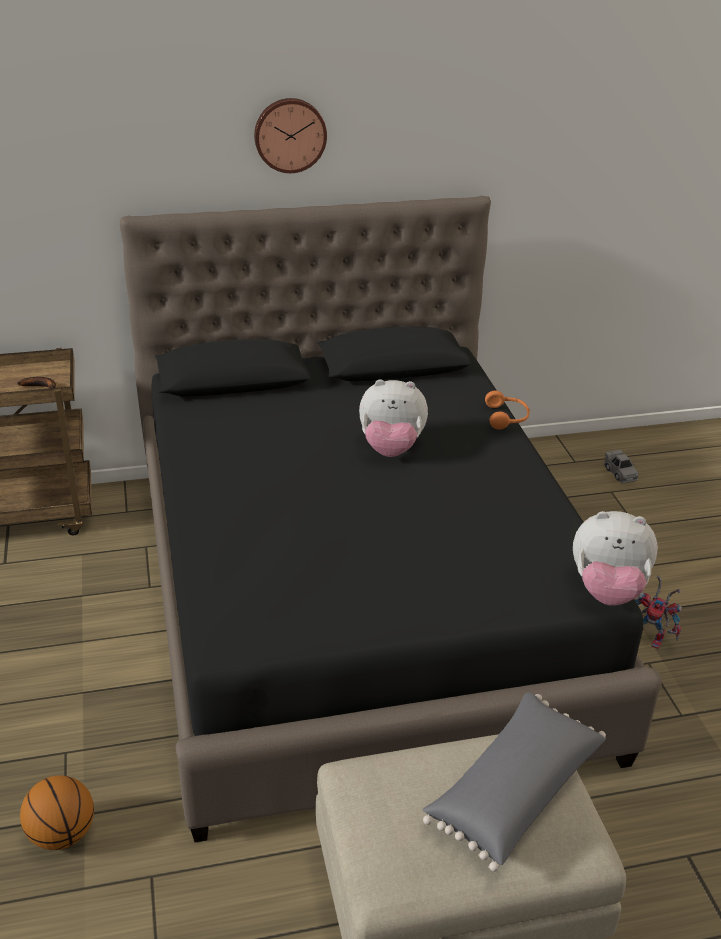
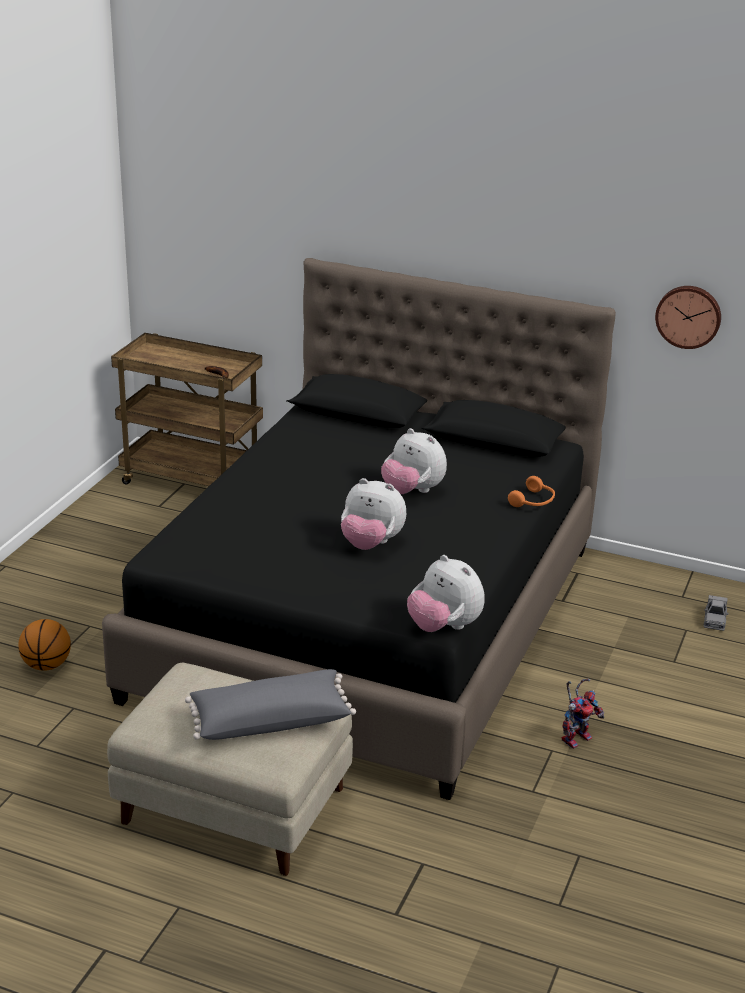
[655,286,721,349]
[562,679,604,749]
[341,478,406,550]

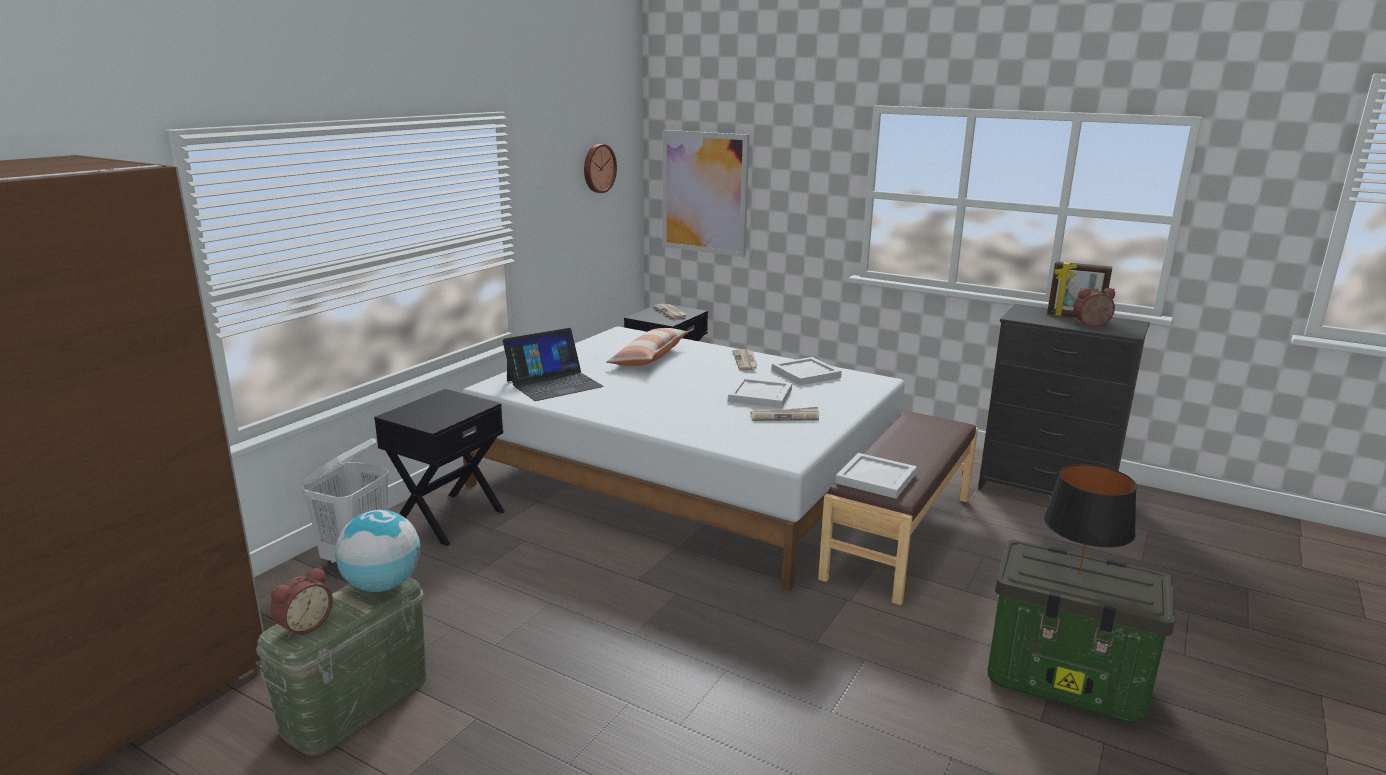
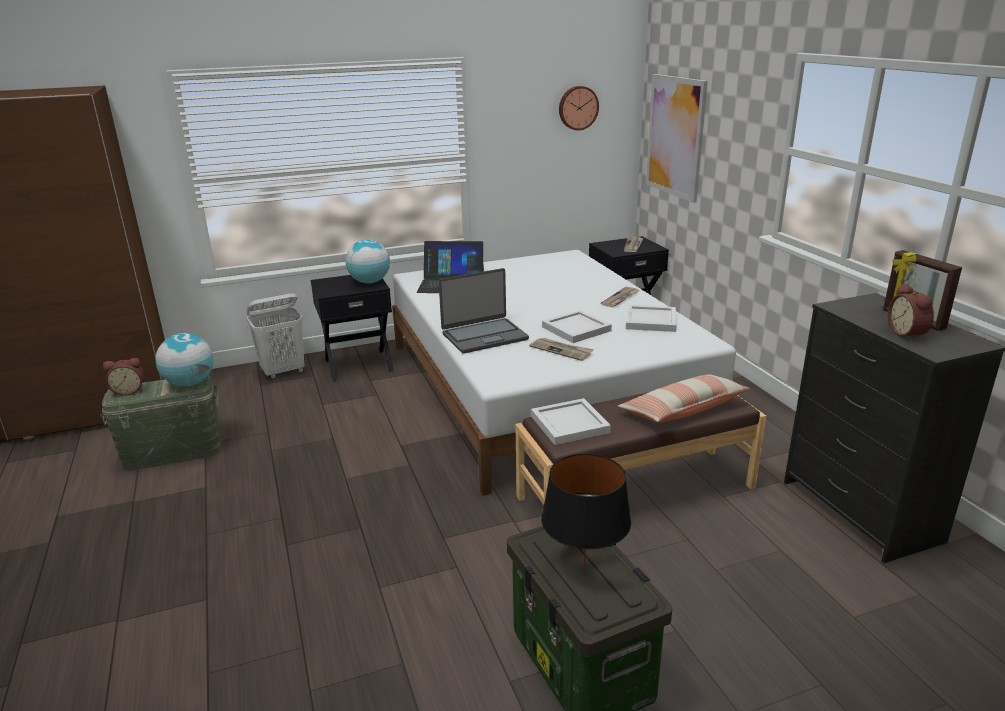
[618,374,750,423]
[888,284,934,341]
[346,239,390,284]
[439,268,529,354]

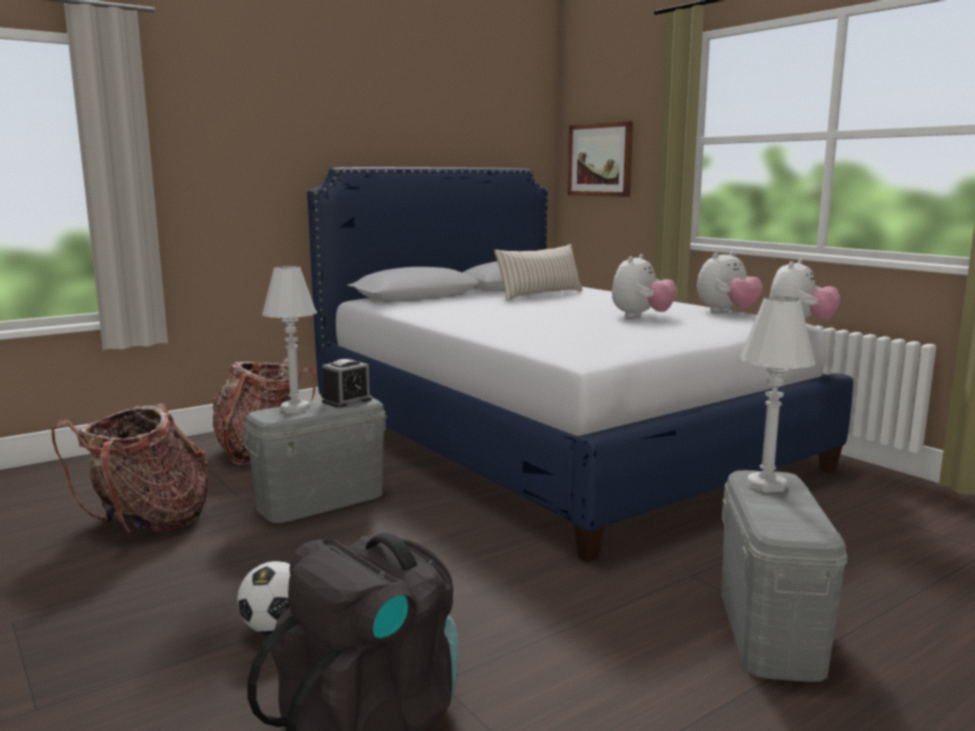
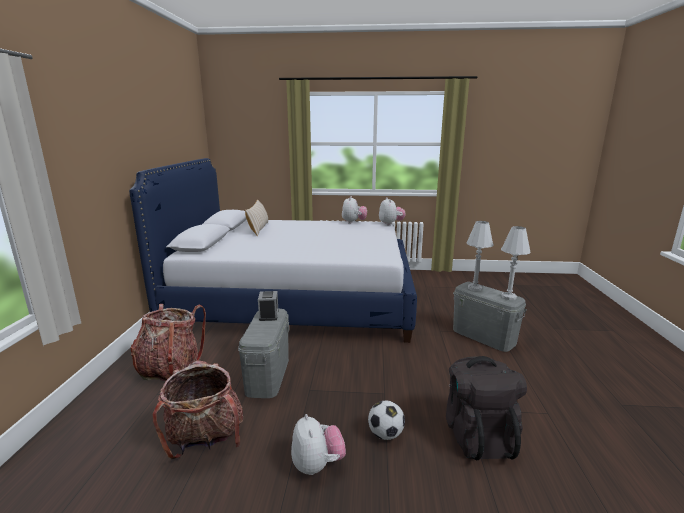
[501,226,530,300]
[568,121,633,197] (first image)
[291,414,346,475]

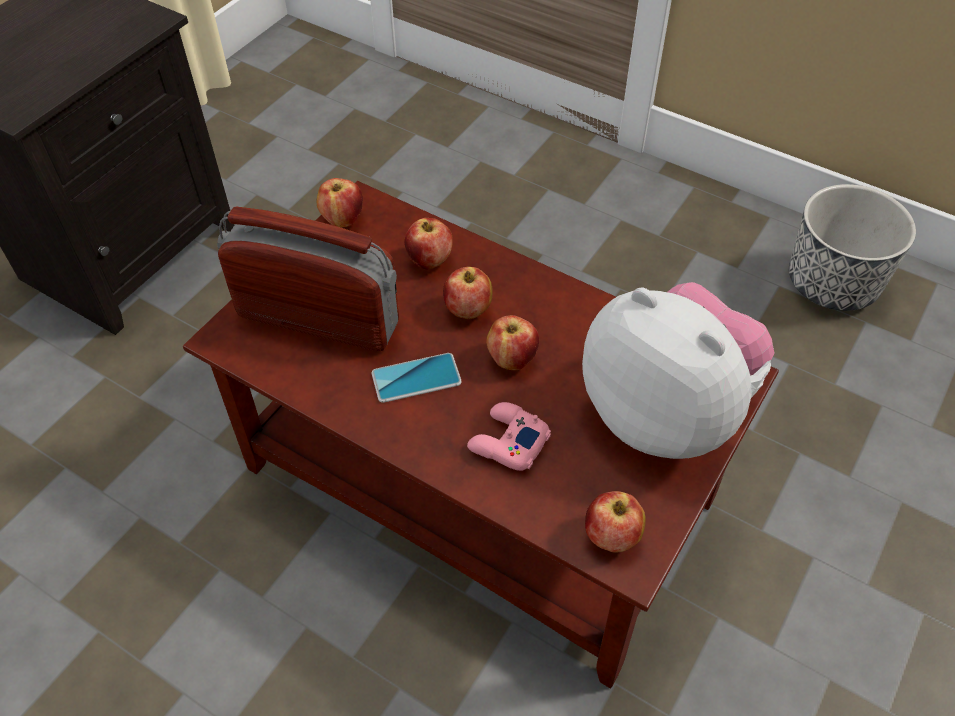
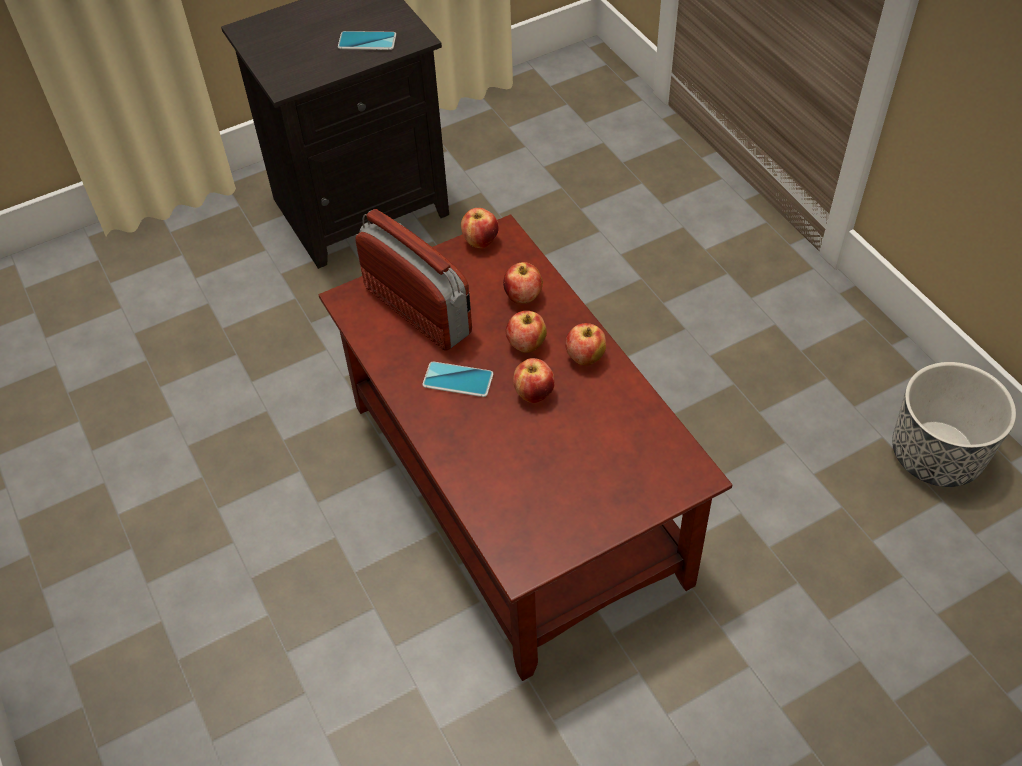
[467,402,551,471] (first image)
[582,282,775,459] (first image)
[565,323,606,366]
[338,31,396,50]

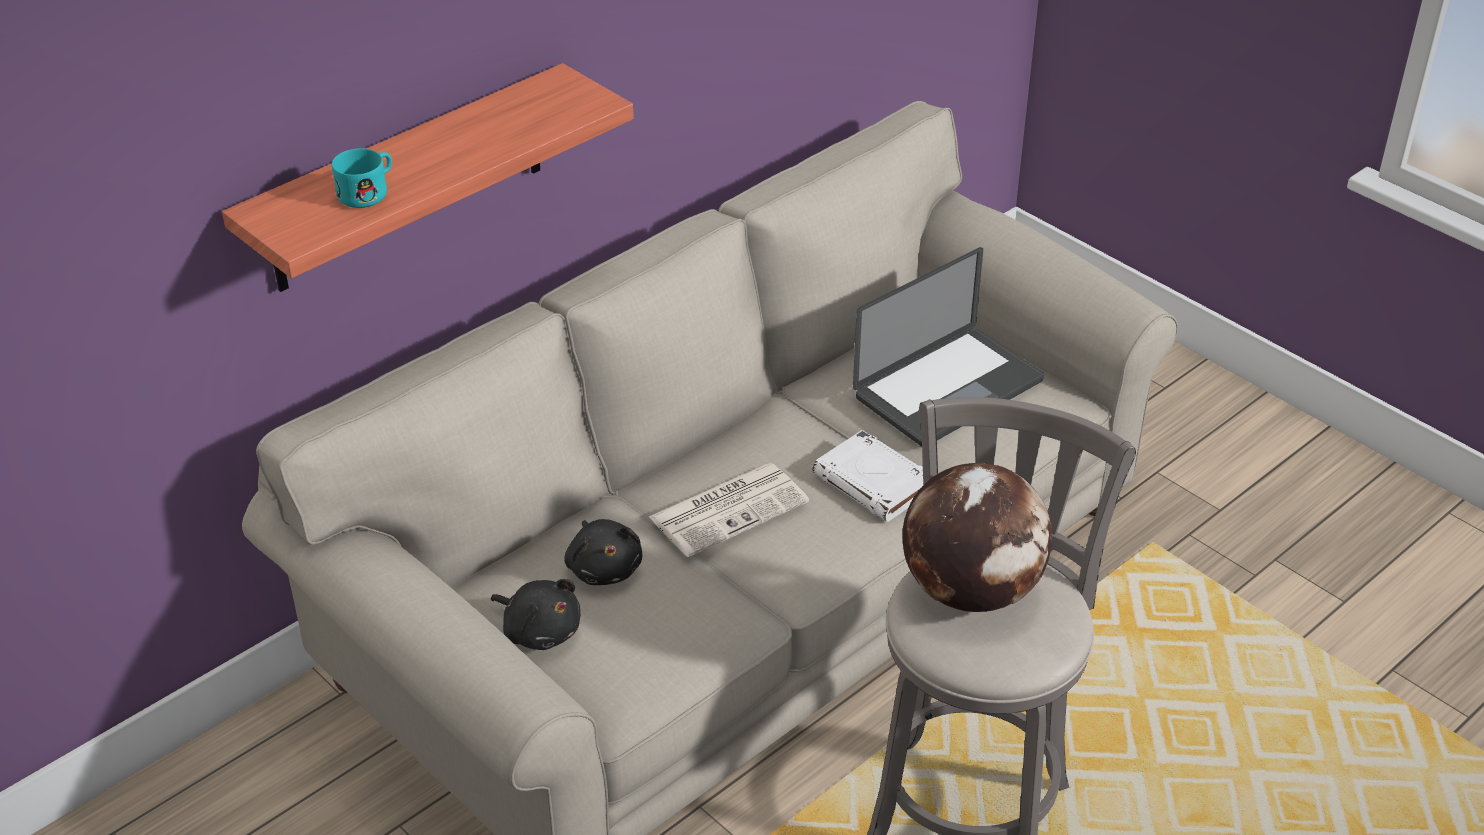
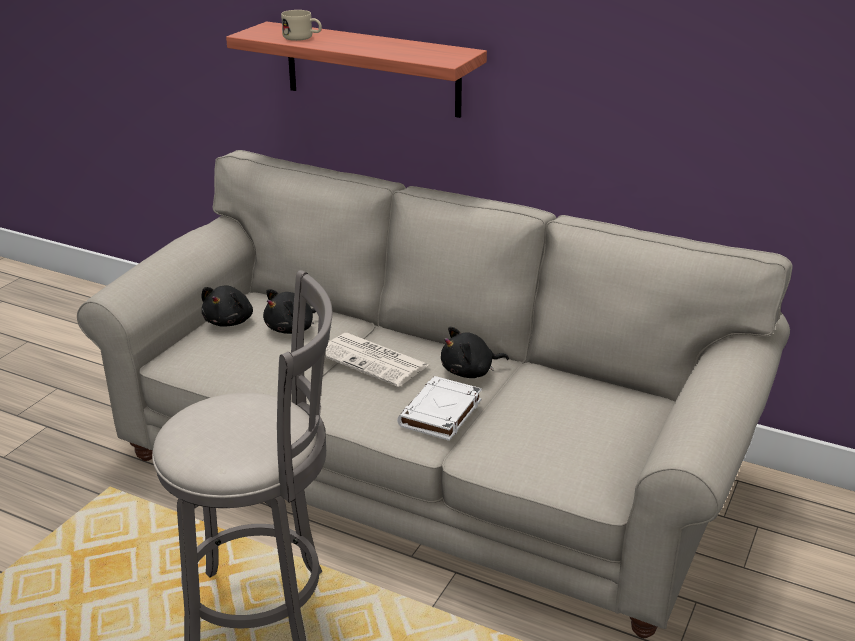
[281,10,322,41]
[853,247,1044,446] (first image)
[902,463,1052,612] (first image)
[441,327,509,378]

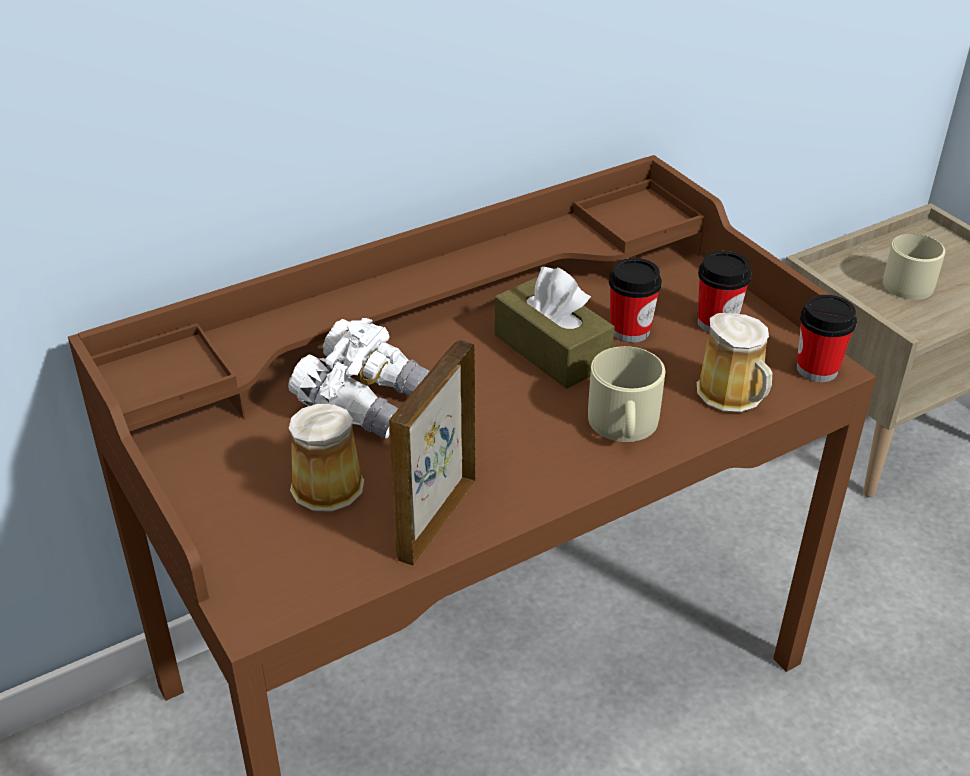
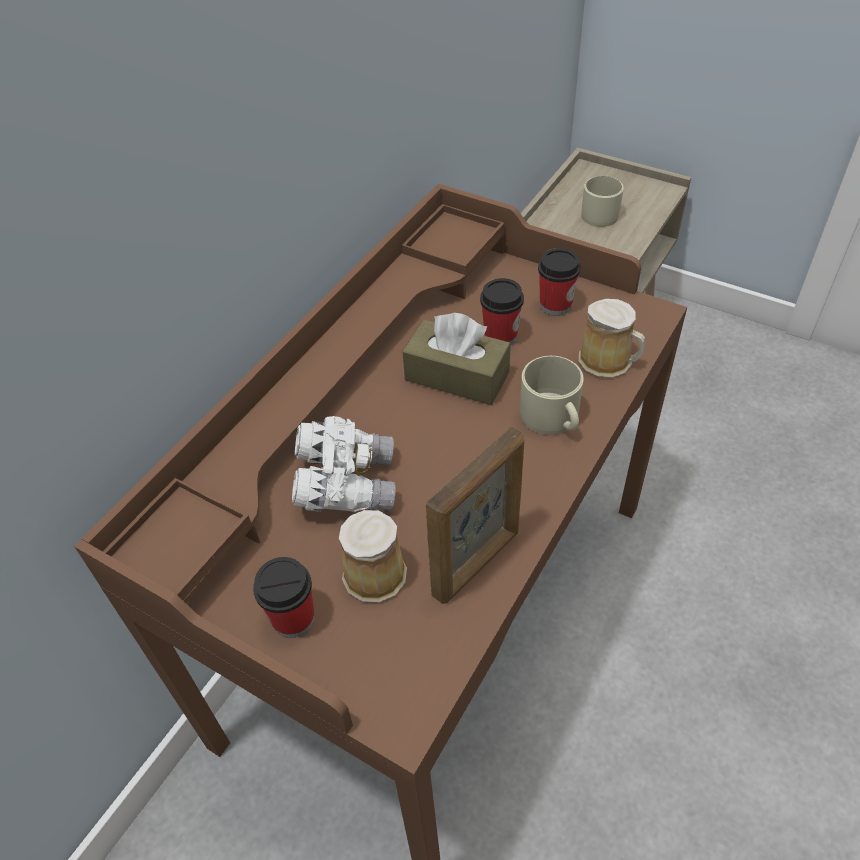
[426,426,524,604]
[253,557,314,638]

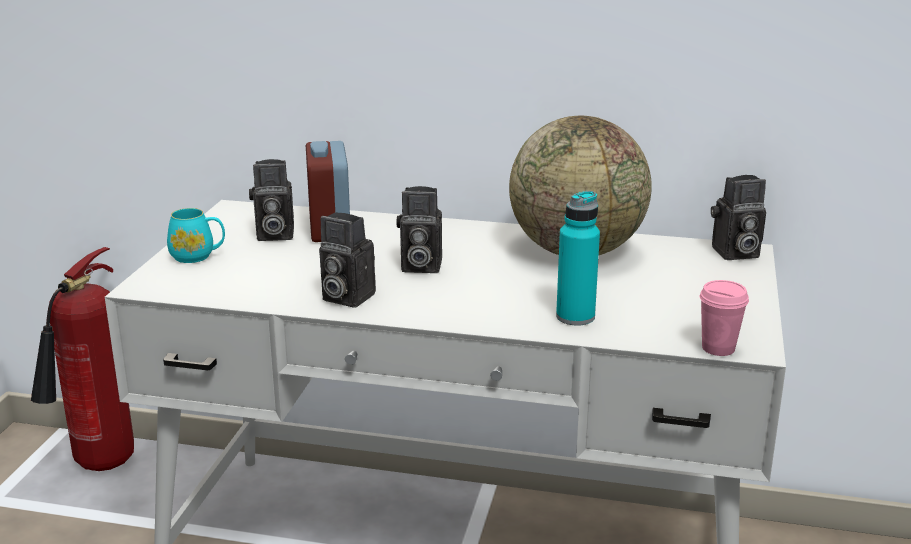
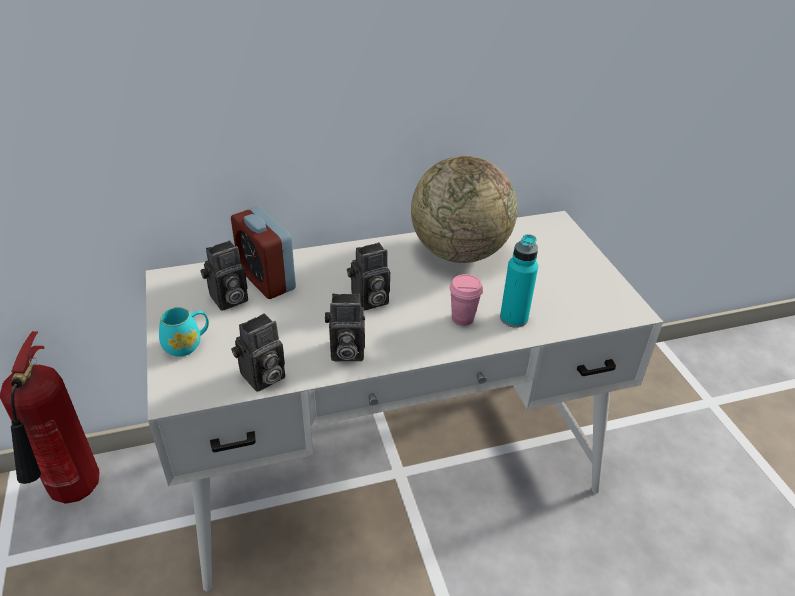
[450,274,483,326]
[231,313,285,392]

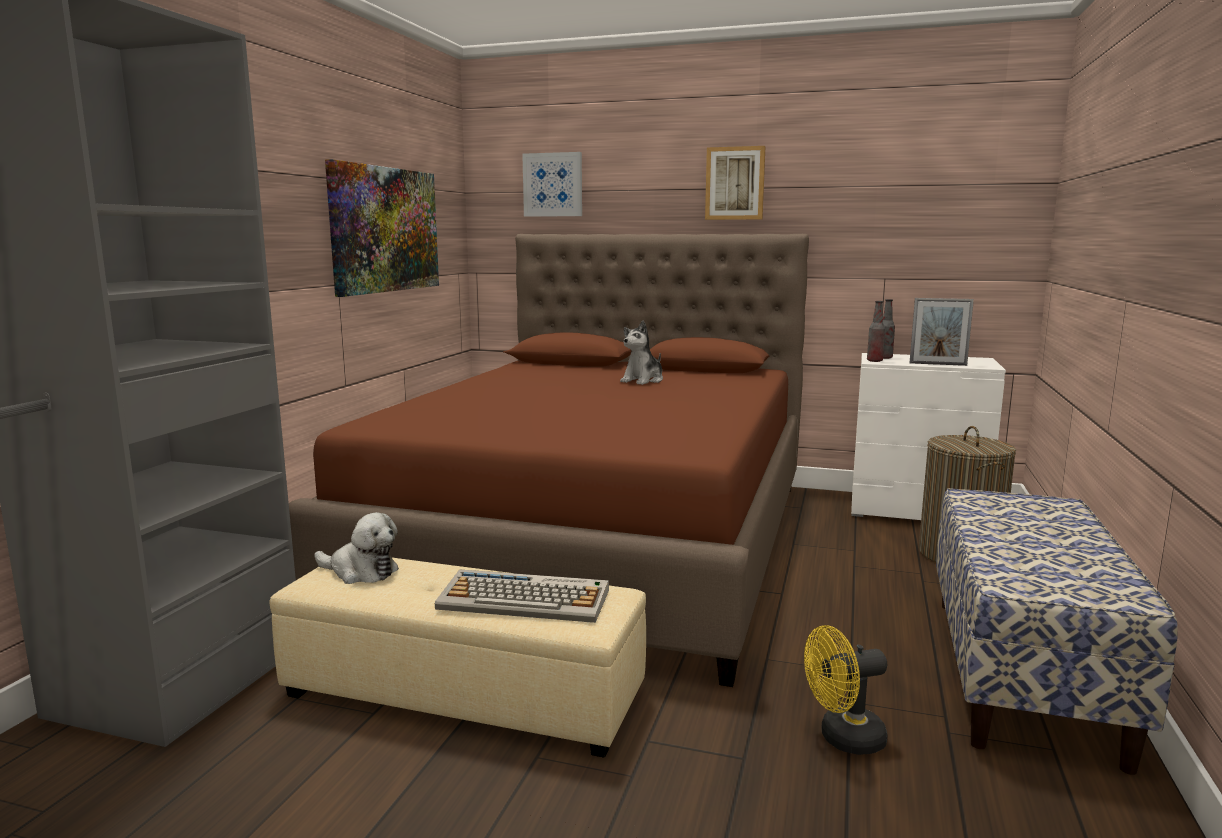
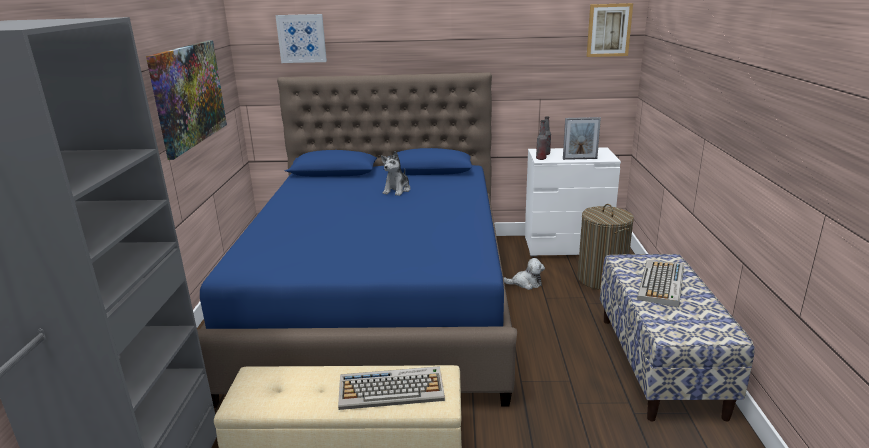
[197,72,517,408]
[504,258,545,290]
[587,3,633,57]
[804,625,888,755] (first image)
[637,260,684,307]

